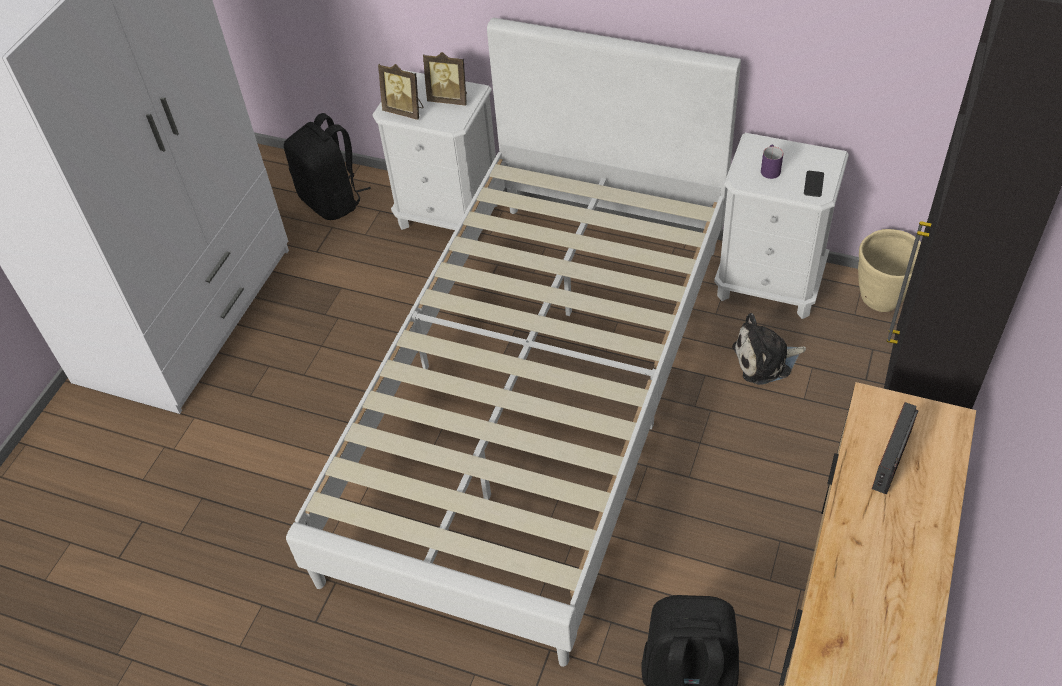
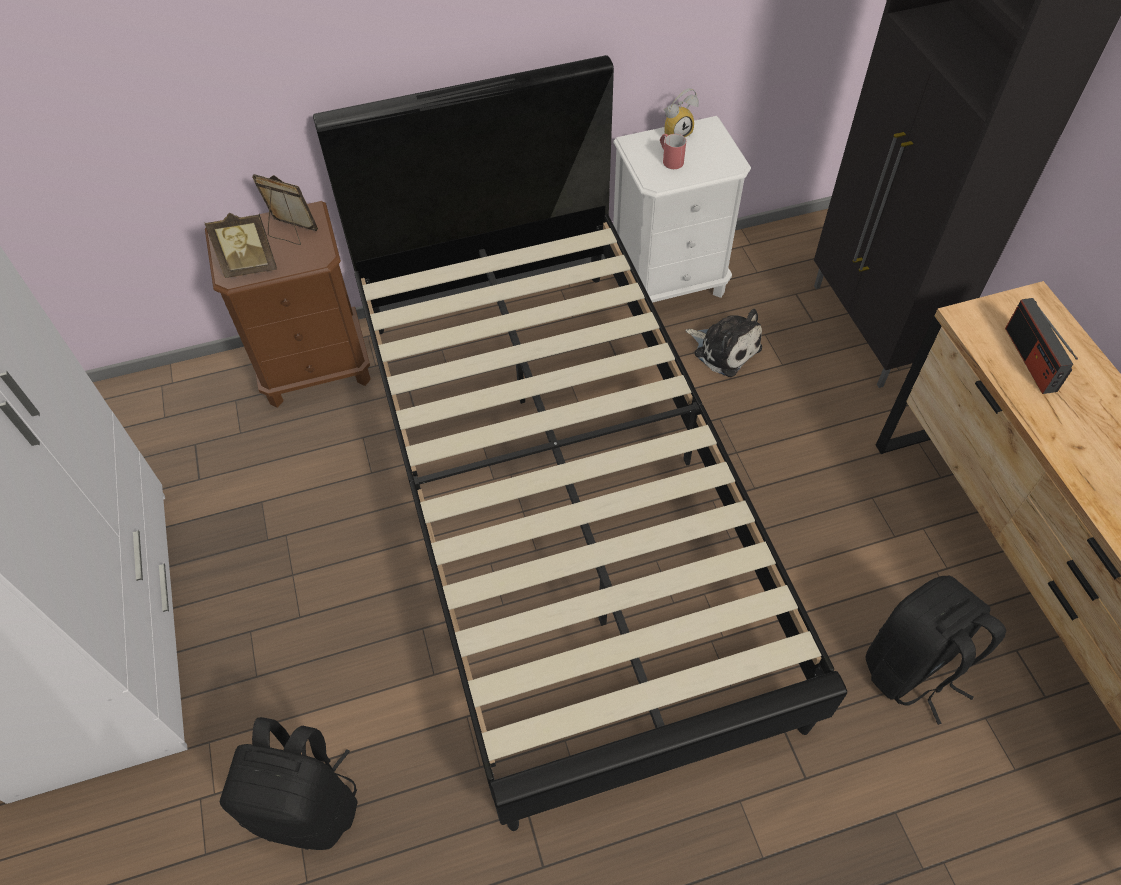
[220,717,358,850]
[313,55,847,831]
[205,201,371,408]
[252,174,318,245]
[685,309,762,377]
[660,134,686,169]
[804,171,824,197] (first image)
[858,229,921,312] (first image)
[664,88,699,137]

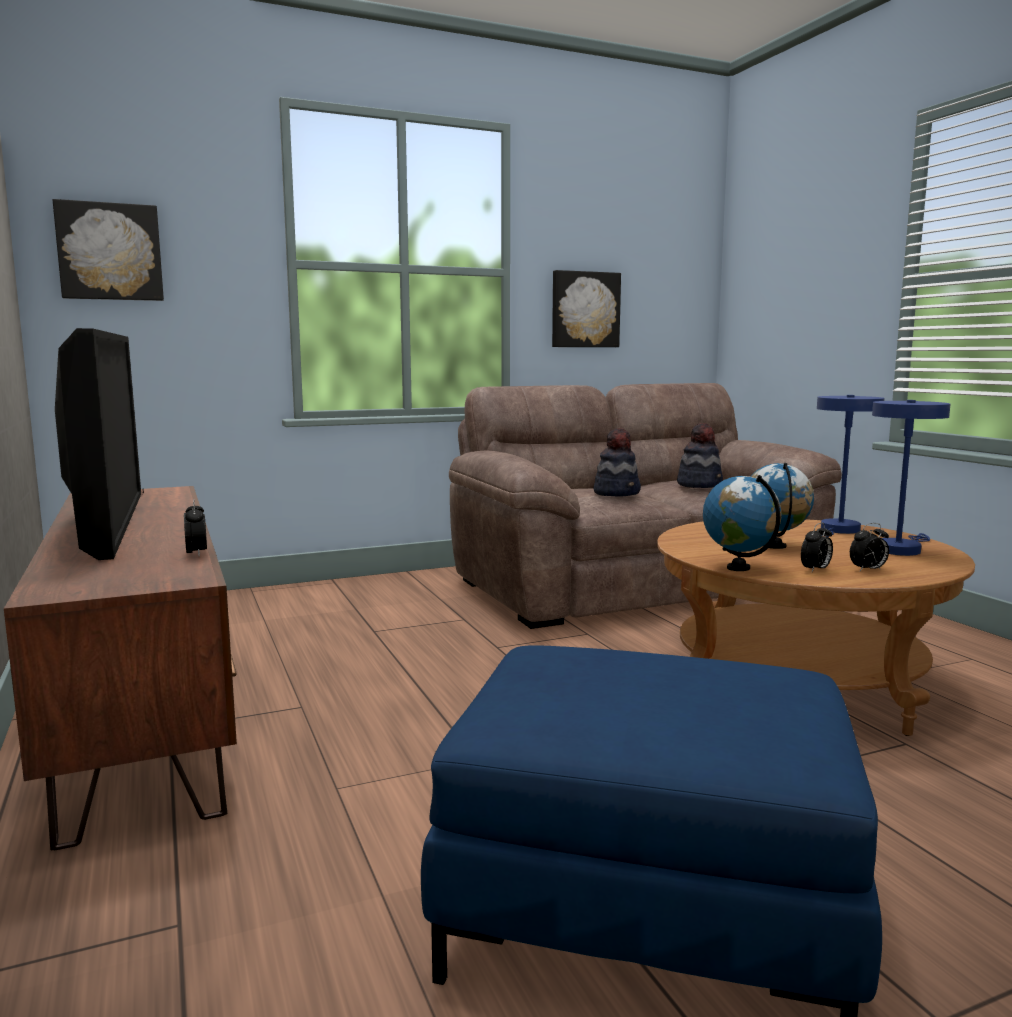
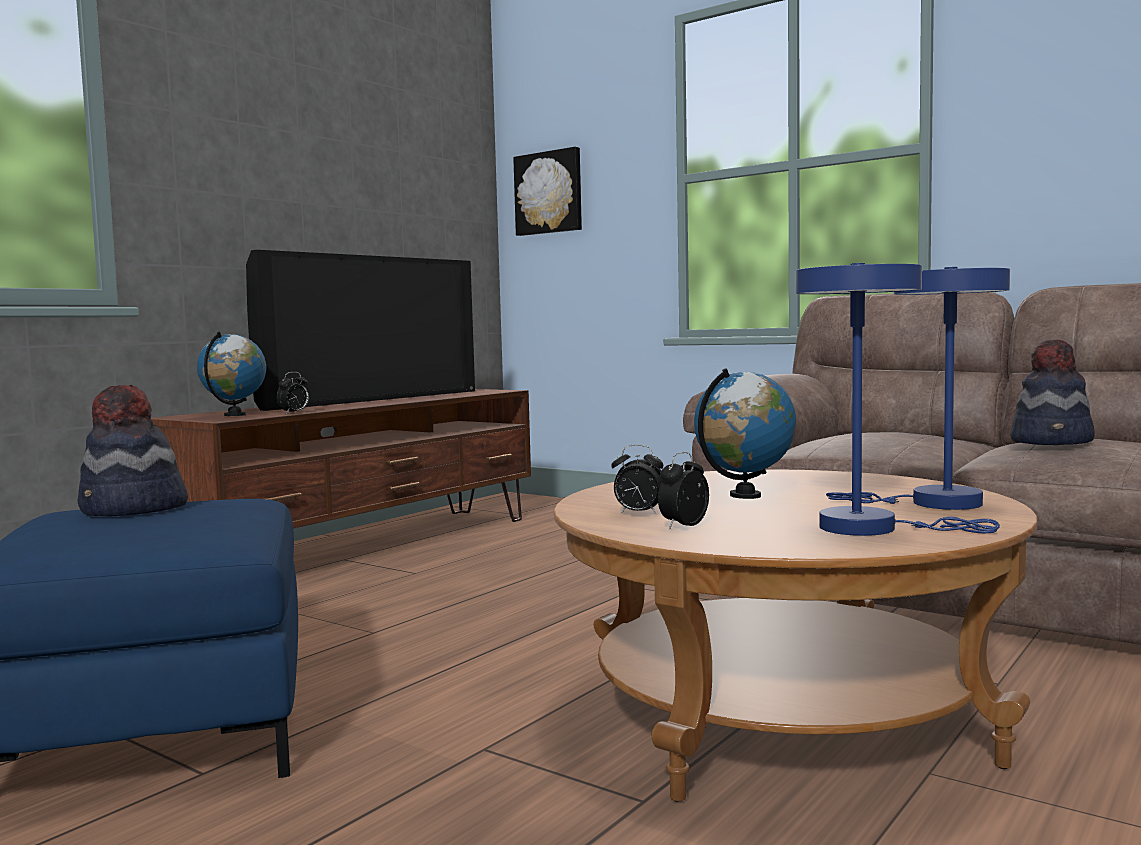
[552,270,621,347] (first image)
[77,385,188,516]
[197,332,266,416]
[658,452,709,529]

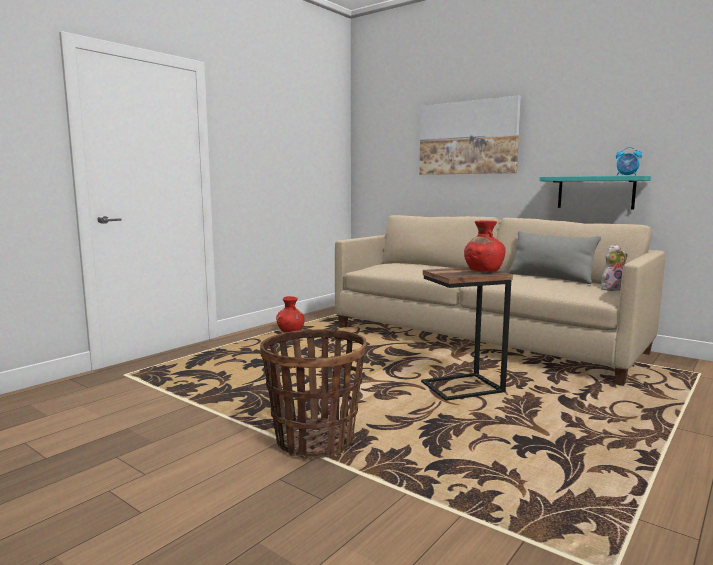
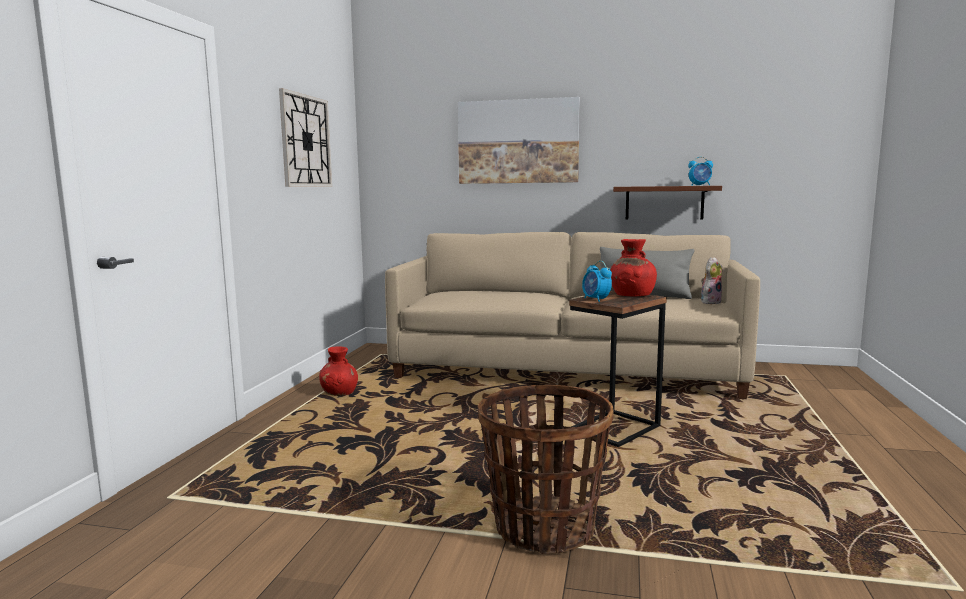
[613,186,722,220]
[279,88,332,187]
[582,261,612,302]

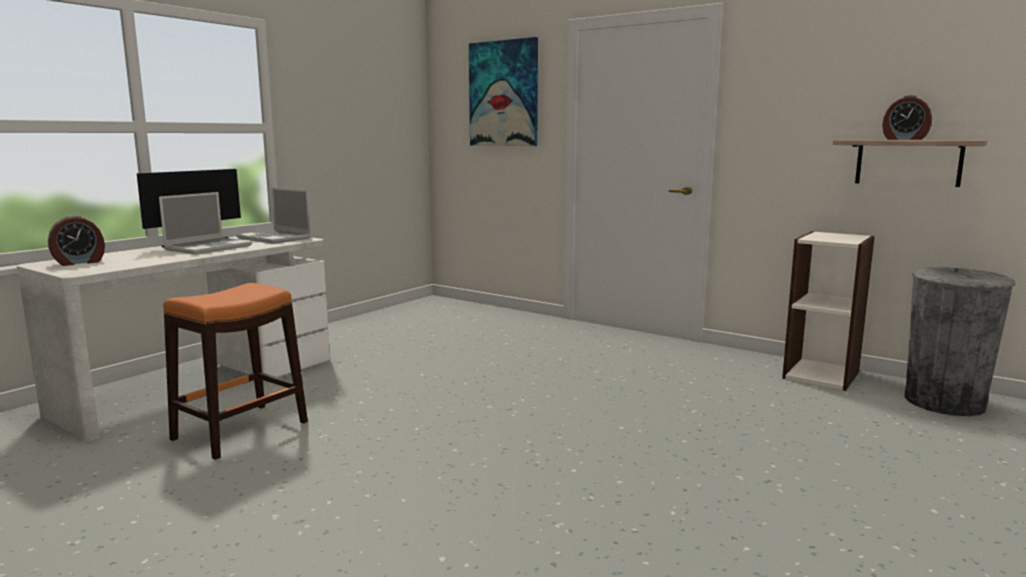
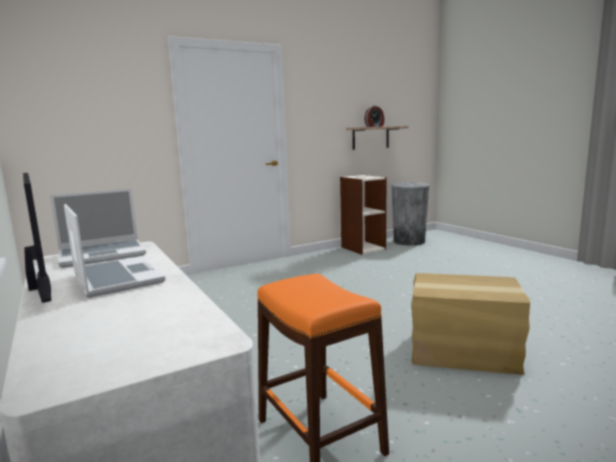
[48,215,105,266] (first image)
[469,37,538,146] (first image)
[411,273,530,375]

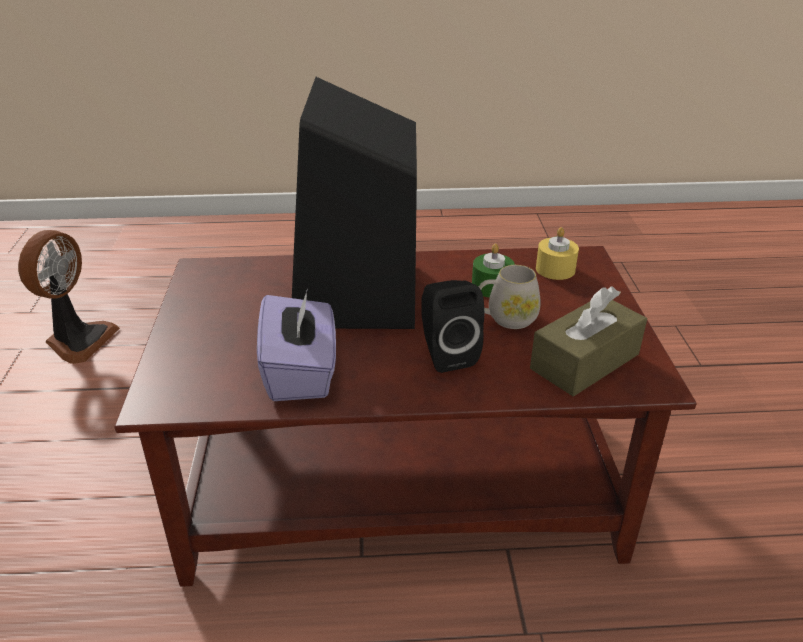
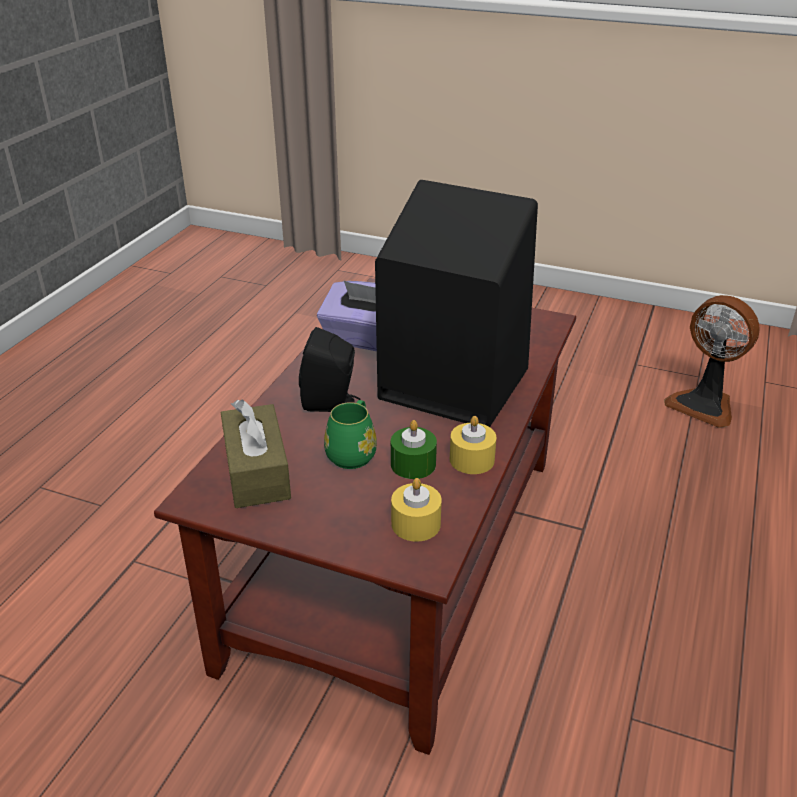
[324,400,377,469]
[450,416,497,474]

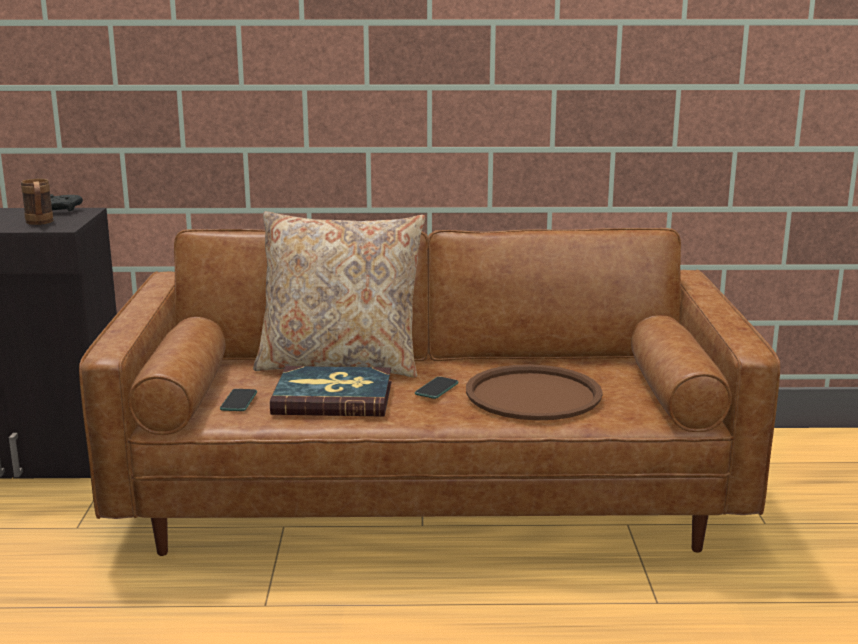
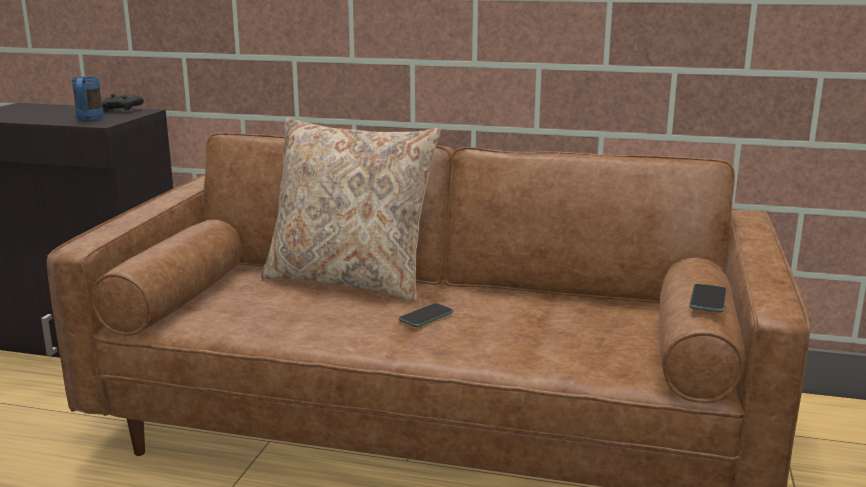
[72,76,103,120]
[689,284,726,312]
[270,366,391,417] (first image)
[466,364,603,420] (first image)

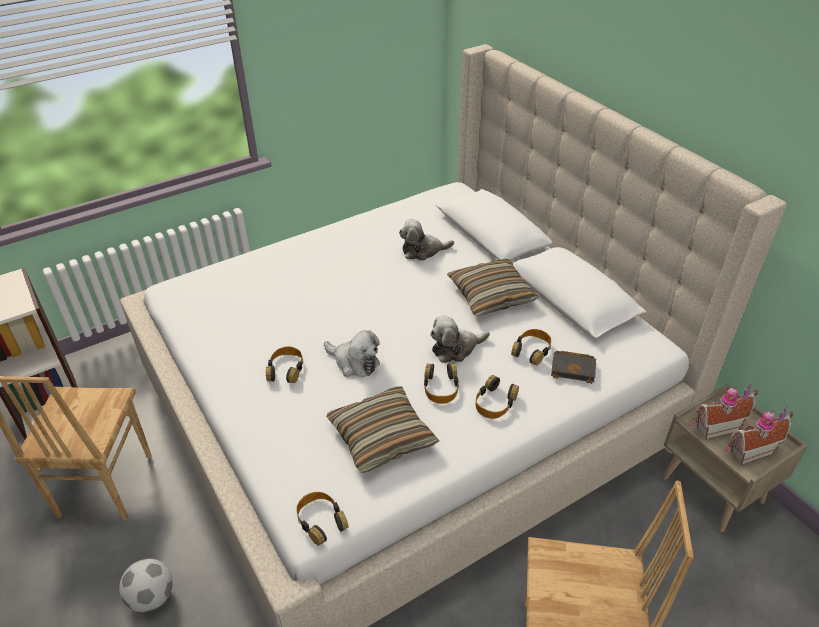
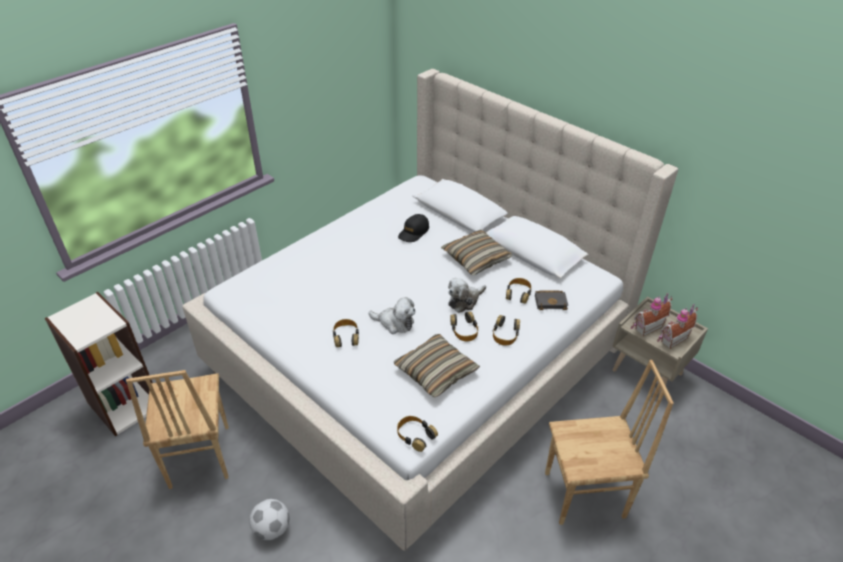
[398,214,429,242]

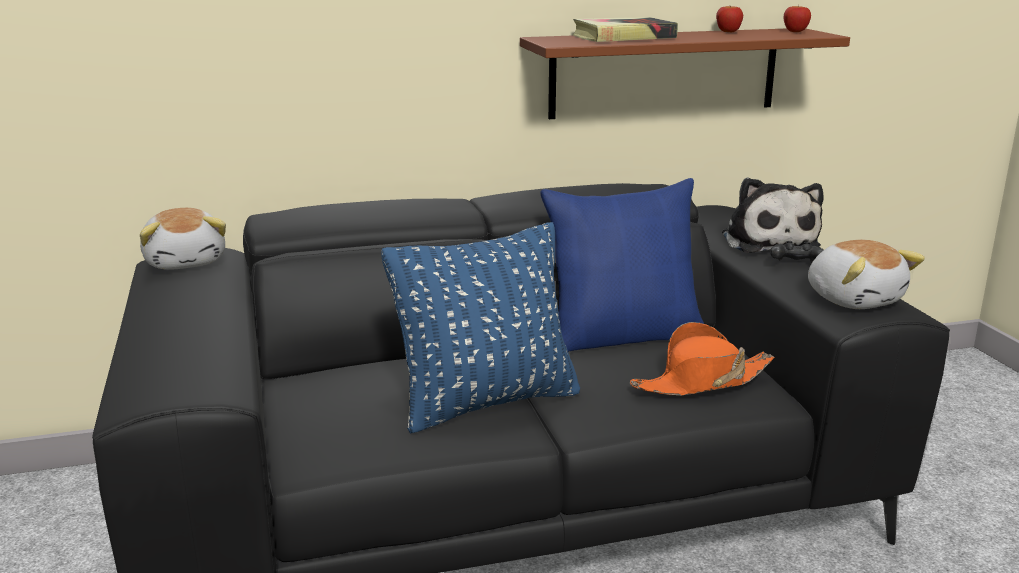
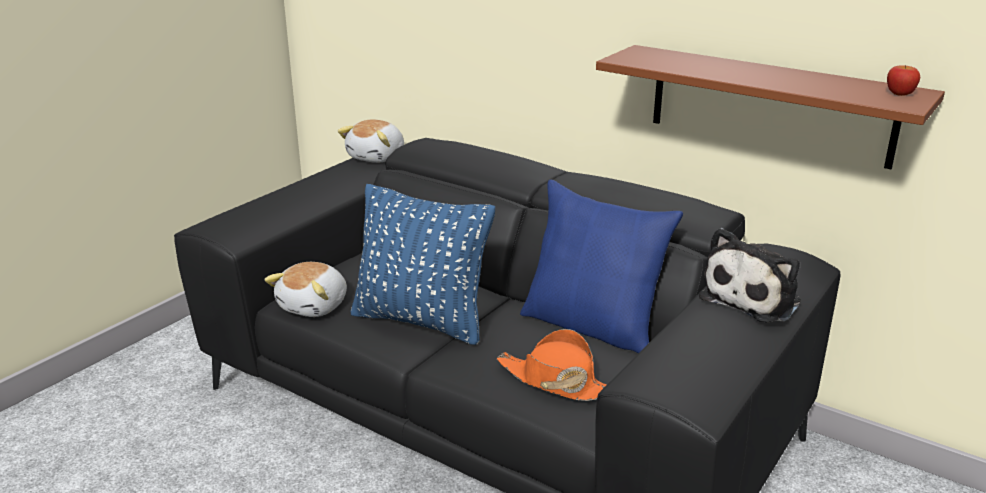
[573,17,678,42] (first image)
[716,6,743,32] (first image)
[770,241,824,262] (first image)
[264,262,347,317]

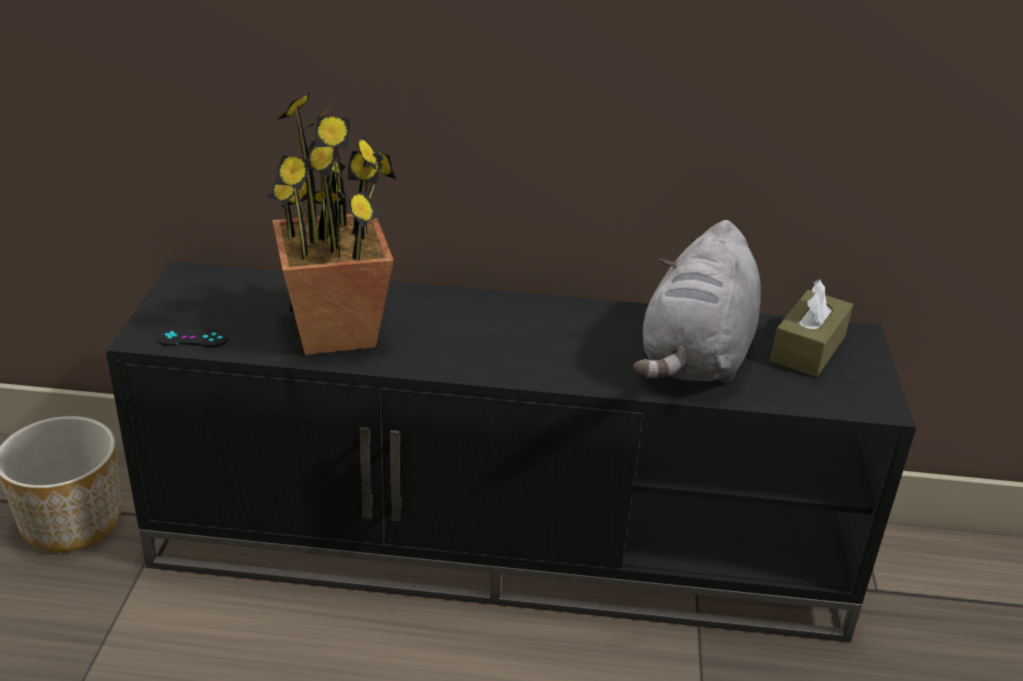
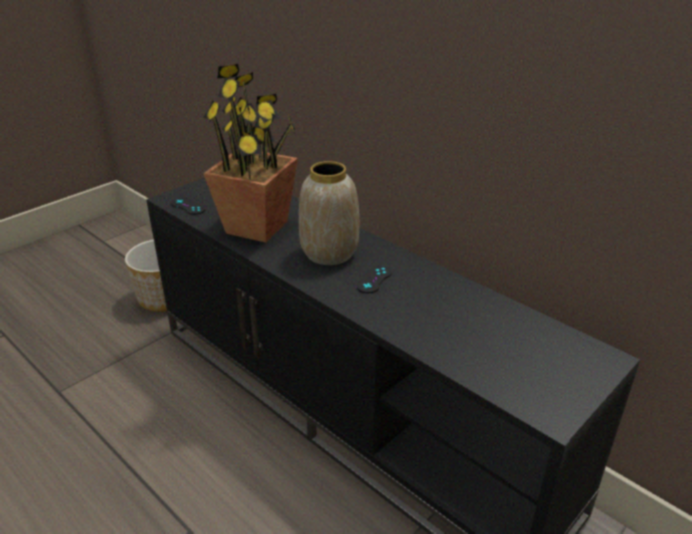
[633,220,761,383] (first image)
[770,279,853,377] (first image)
[299,161,359,265]
[356,265,392,293]

